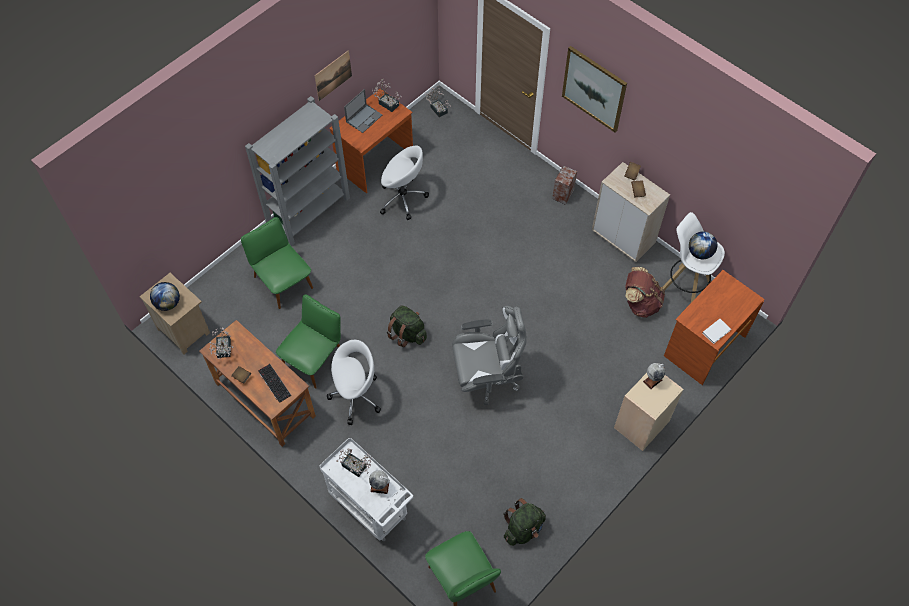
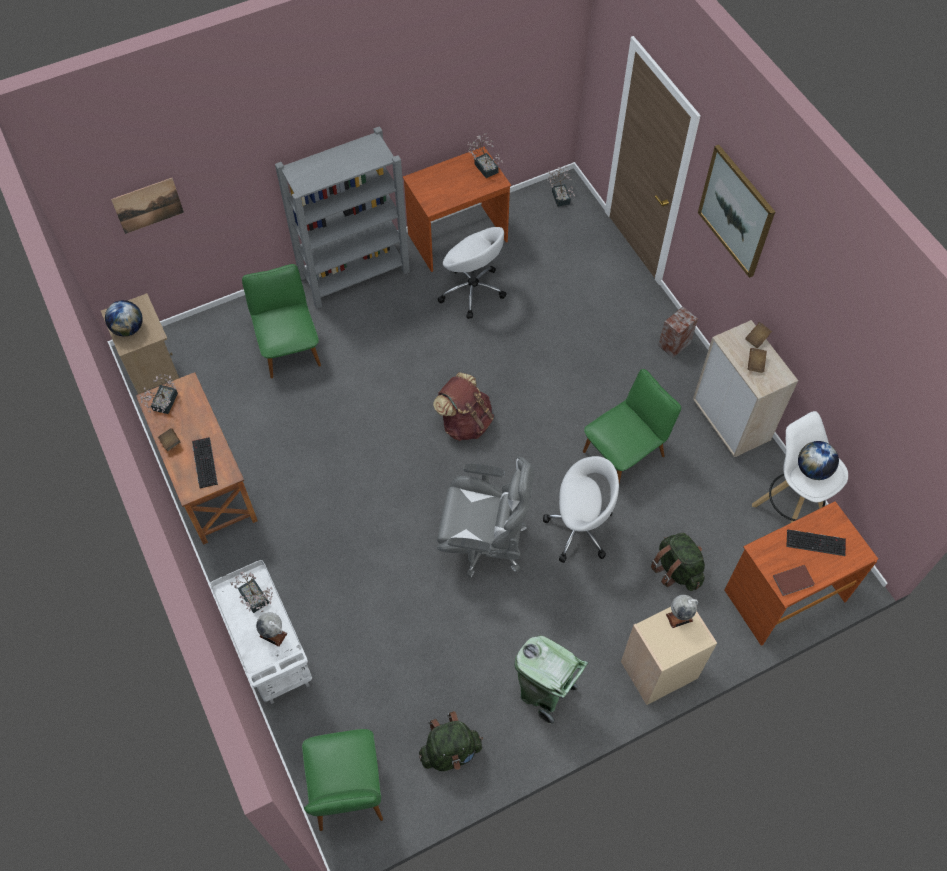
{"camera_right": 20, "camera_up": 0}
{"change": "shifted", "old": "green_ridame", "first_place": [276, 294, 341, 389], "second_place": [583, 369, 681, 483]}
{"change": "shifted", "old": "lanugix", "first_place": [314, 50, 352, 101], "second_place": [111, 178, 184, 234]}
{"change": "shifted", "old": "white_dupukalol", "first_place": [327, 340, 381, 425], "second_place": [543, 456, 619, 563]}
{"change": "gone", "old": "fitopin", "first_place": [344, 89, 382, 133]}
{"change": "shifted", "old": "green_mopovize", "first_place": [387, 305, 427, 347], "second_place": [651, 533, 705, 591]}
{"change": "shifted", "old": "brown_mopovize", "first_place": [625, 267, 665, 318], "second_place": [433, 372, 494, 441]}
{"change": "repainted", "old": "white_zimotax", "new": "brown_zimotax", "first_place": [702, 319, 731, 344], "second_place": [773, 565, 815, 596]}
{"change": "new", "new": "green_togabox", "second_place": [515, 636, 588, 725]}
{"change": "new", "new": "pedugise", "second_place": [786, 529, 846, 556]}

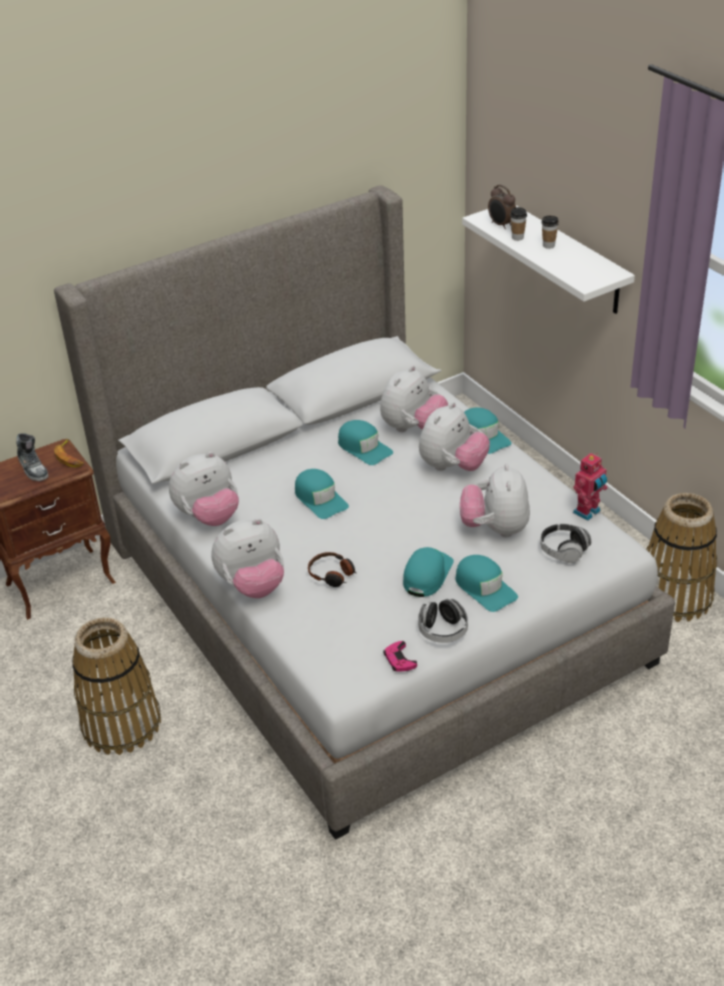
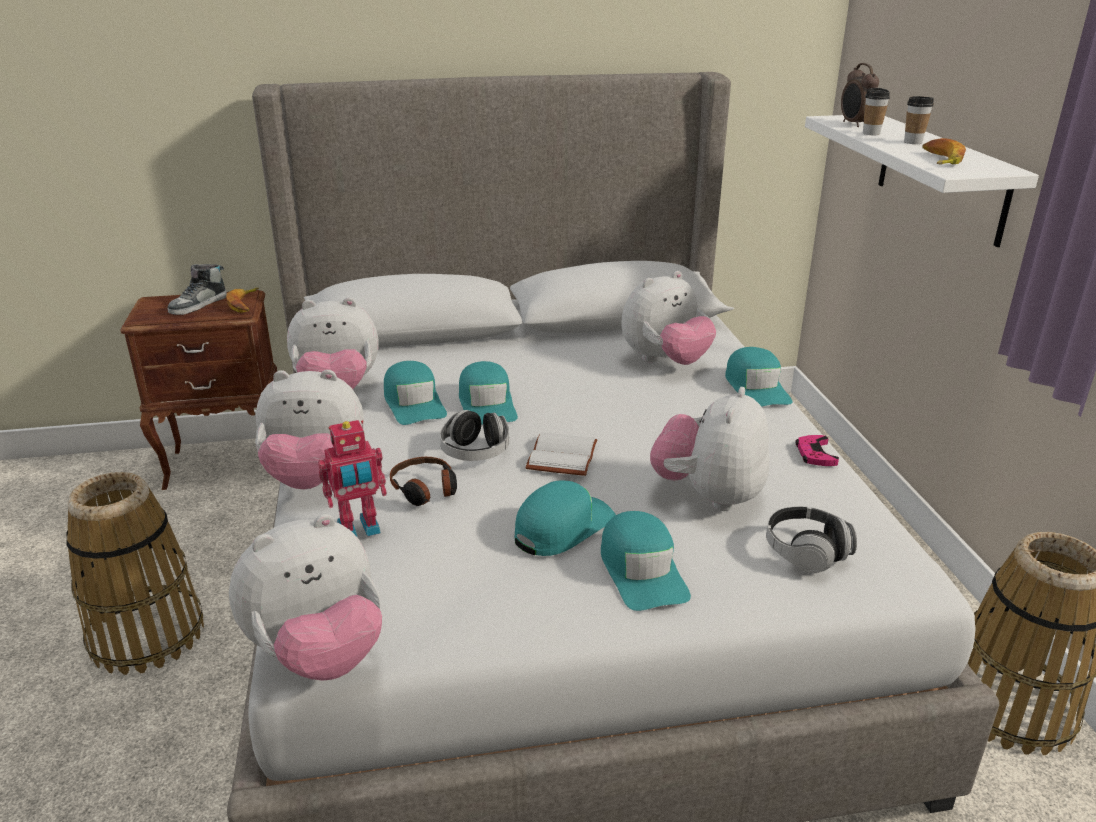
{"camera_right": 20, "camera_up": -10}
{"change": "rotated", "old": "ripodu", "first_place": [16, 433, 49, 481], "second_place": [168, 264, 227, 315], "degrees": 45}
{"change": "shifted", "old": "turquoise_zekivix", "first_place": [338, 420, 393, 465], "second_place": [384, 361, 447, 425]}
{"change": "shifted", "old": "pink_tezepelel", "first_place": [383, 641, 417, 672], "second_place": [795, 435, 839, 466]}
{"change": "shifted", "old": "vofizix", "first_place": [418, 599, 468, 643], "second_place": [440, 410, 509, 461]}
{"change": "shifted", "old": "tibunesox", "first_place": [419, 402, 490, 471], "second_place": [229, 514, 382, 680]}
{"change": "shifted", "old": "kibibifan", "first_place": [573, 453, 607, 521], "second_place": [318, 420, 387, 538]}
{"change": "new", "new": "white_zimotax", "second_place": [525, 432, 597, 476]}
{"change": "new", "new": "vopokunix", "second_place": [922, 138, 966, 165]}

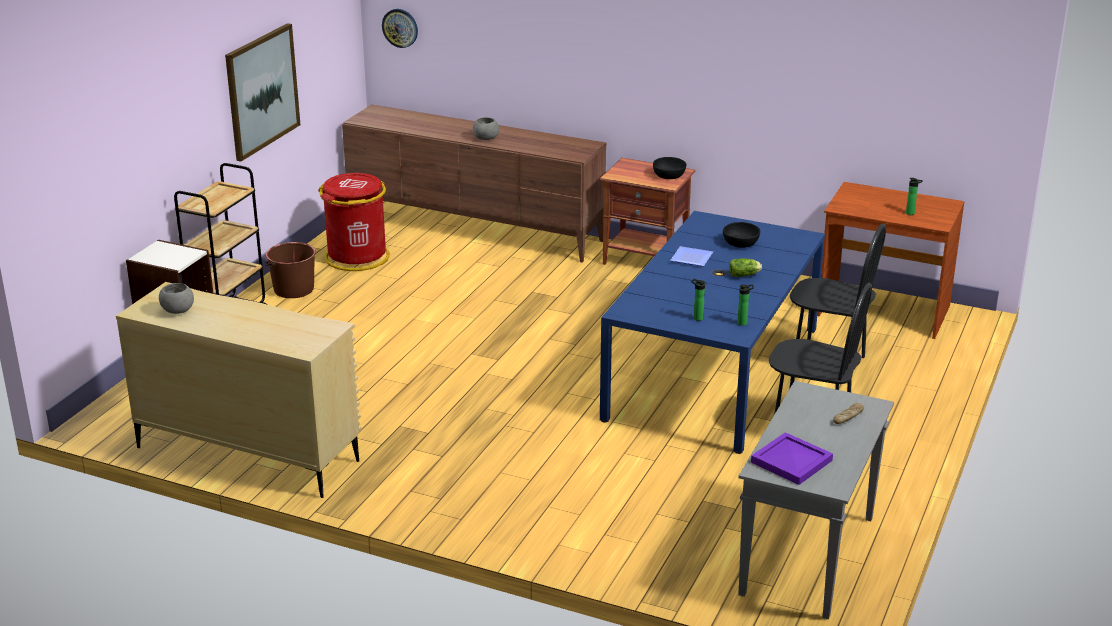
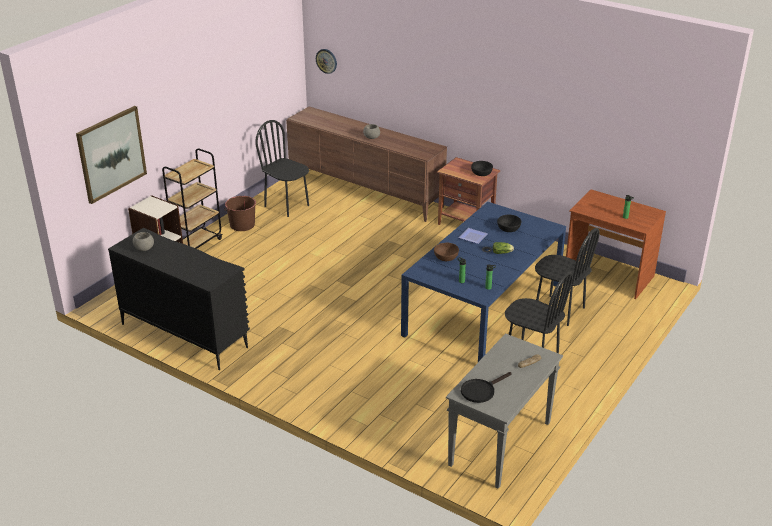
{"camera_right": 10, "camera_up": 5}
{"change": "repainted", "old": "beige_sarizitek", "new": "black_sarizitek", "first_place": [116, 282, 362, 498], "second_place": [108, 228, 250, 370]}
{"change": "shifted", "old": "lanugix", "first_place": [225, 23, 300, 162], "second_place": [76, 106, 147, 204]}
{"change": "swapped", "old": "red_togabox", "new": "black_ridame", "first_place": [318, 173, 390, 271], "second_place": [255, 120, 309, 217]}
{"change": "swapped", "old": "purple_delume", "new": "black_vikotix", "first_place": [751, 432, 833, 485], "second_place": [461, 372, 512, 403]}
{"change": "new", "new": "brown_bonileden", "second_place": [434, 243, 459, 261]}

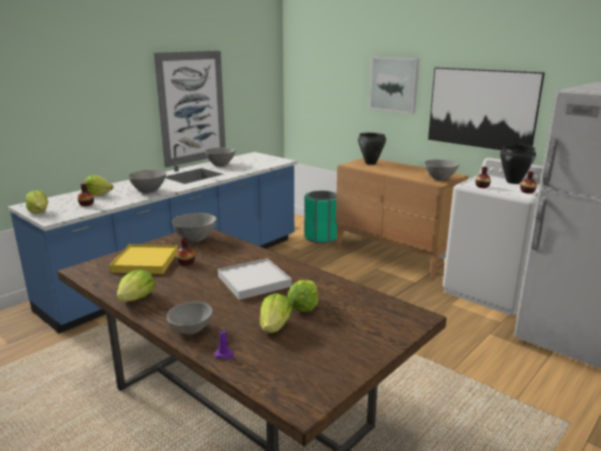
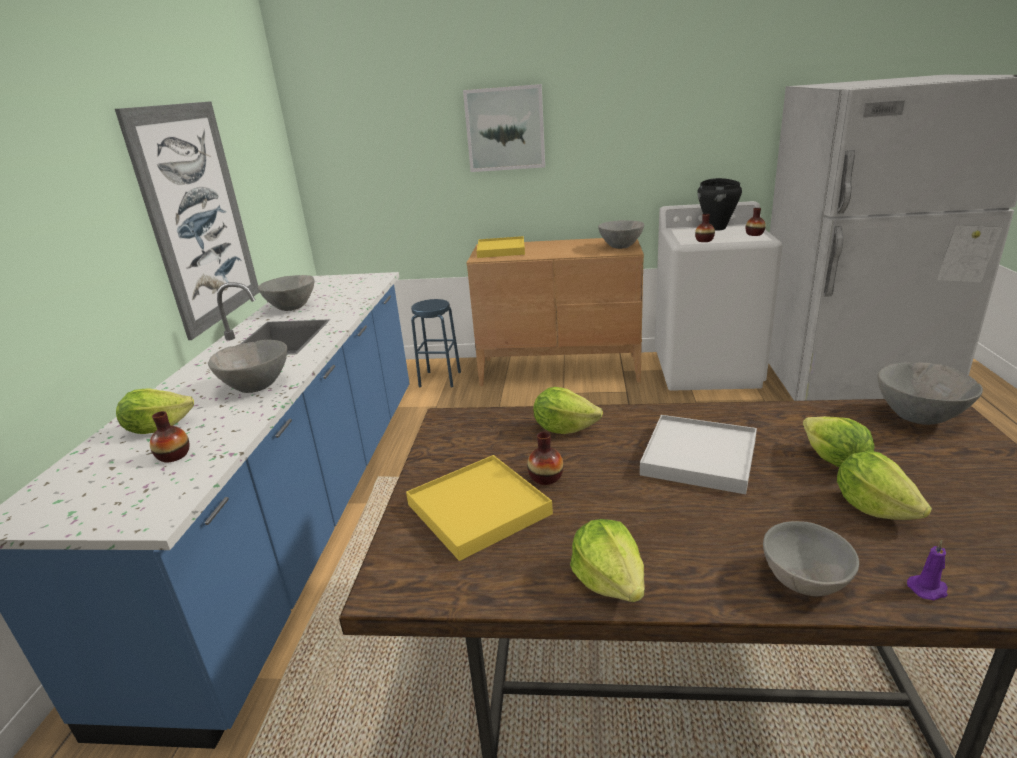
{"camera_right": -35, "camera_up": 5}
{"change": "shifted", "old": "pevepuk", "first_place": [25, 190, 48, 214], "second_place": [533, 387, 603, 434]}
{"change": "shifted", "old": "grey_bonileden", "first_place": [172, 213, 217, 242], "second_place": [877, 362, 983, 425]}
{"change": "swapped", "old": "green_togabox", "new": "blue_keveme", "first_place": [305, 190, 337, 244], "second_place": [411, 299, 461, 388]}
{"change": "swapped", "old": "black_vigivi", "new": "yellow_delume", "first_place": [358, 133, 386, 165], "second_place": [477, 236, 525, 258]}
{"change": "gone", "old": "lanugix", "first_place": [428, 67, 545, 150]}

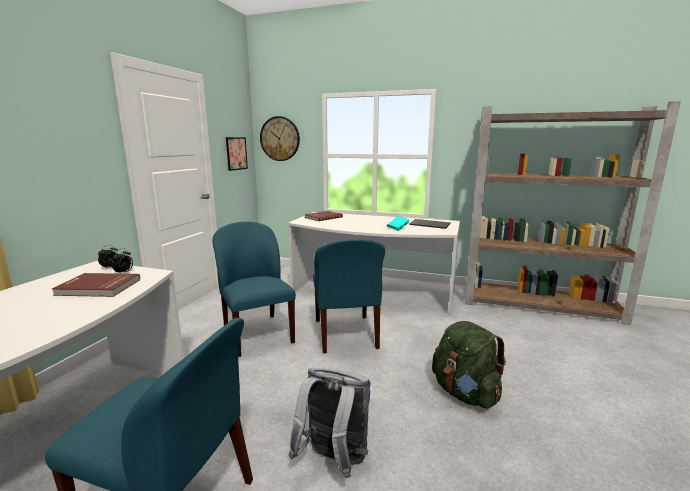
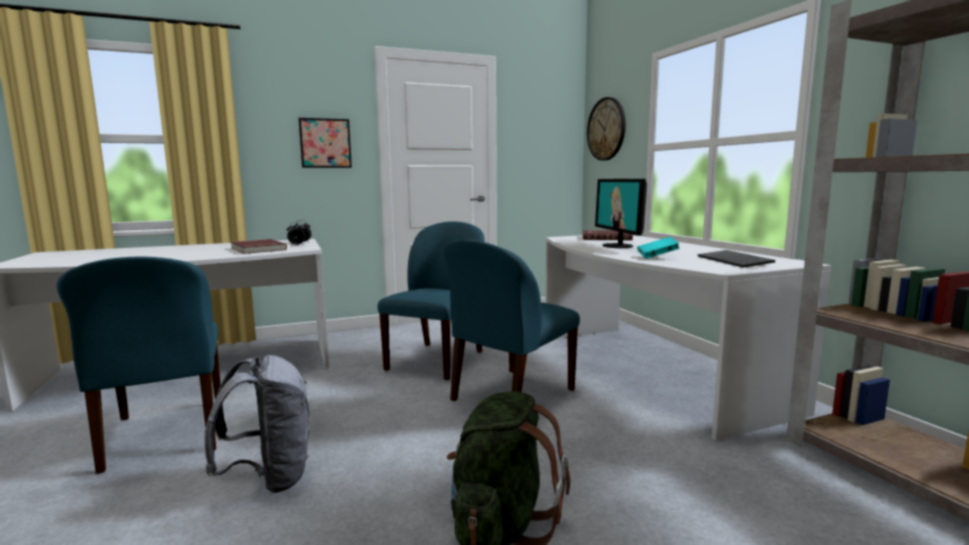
{"camera_right": 50, "camera_up": -5}
{"change": "shifted", "old": "lanugix", "first_place": [226, 137, 248, 171], "second_place": [299, 118, 352, 168]}
{"change": "new", "new": "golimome", "second_place": [595, 179, 647, 248]}

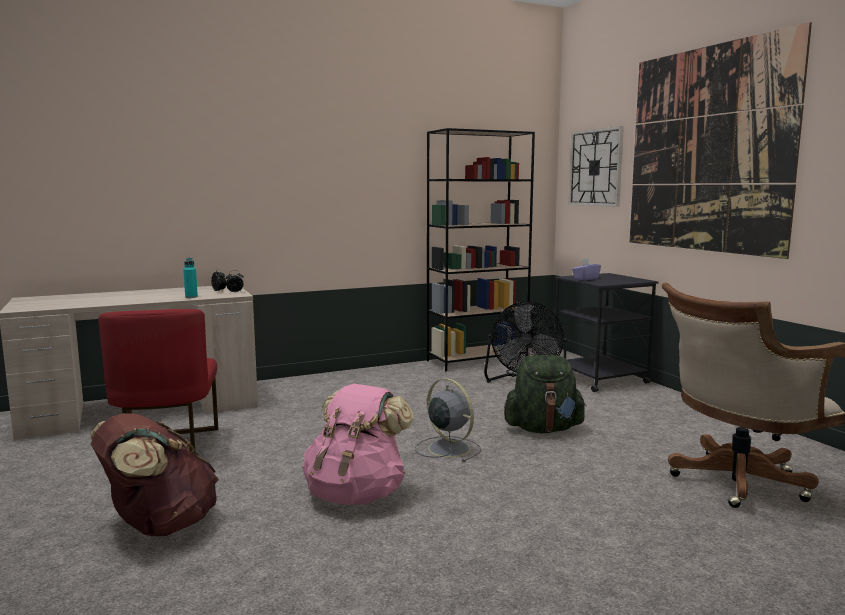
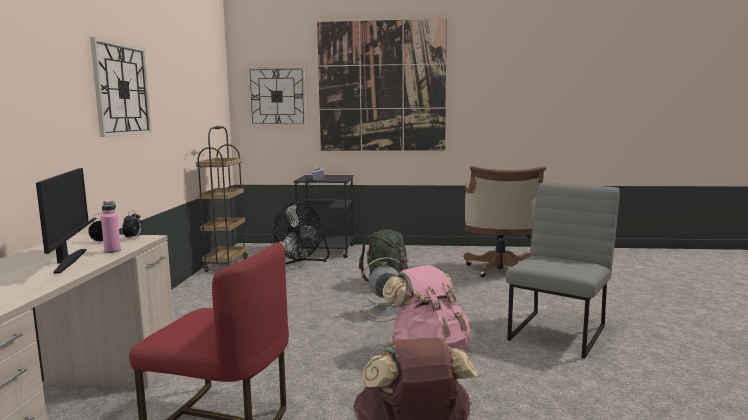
{"camera_right": -60, "camera_up": 0}
{"change": "repainted", "old": "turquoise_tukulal", "new": "pink_tukulal", "first_place": [183, 258, 198, 298], "second_place": [101, 201, 121, 253]}
{"change": "swapped", "old": "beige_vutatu", "new": "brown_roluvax", "first_place": [427, 128, 535, 371], "second_place": [196, 126, 248, 272]}
{"change": "new", "new": "golimome", "second_place": [36, 168, 89, 274]}
{"change": "new", "new": "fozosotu", "second_place": [90, 37, 152, 137]}
{"change": "new", "new": "grey_ridame", "second_place": [506, 183, 620, 358]}

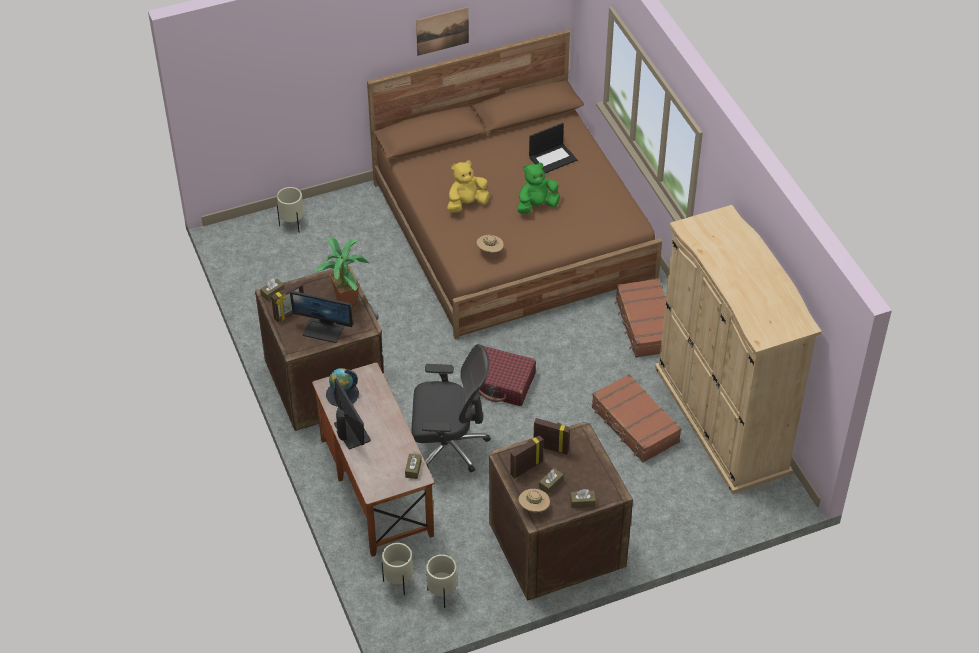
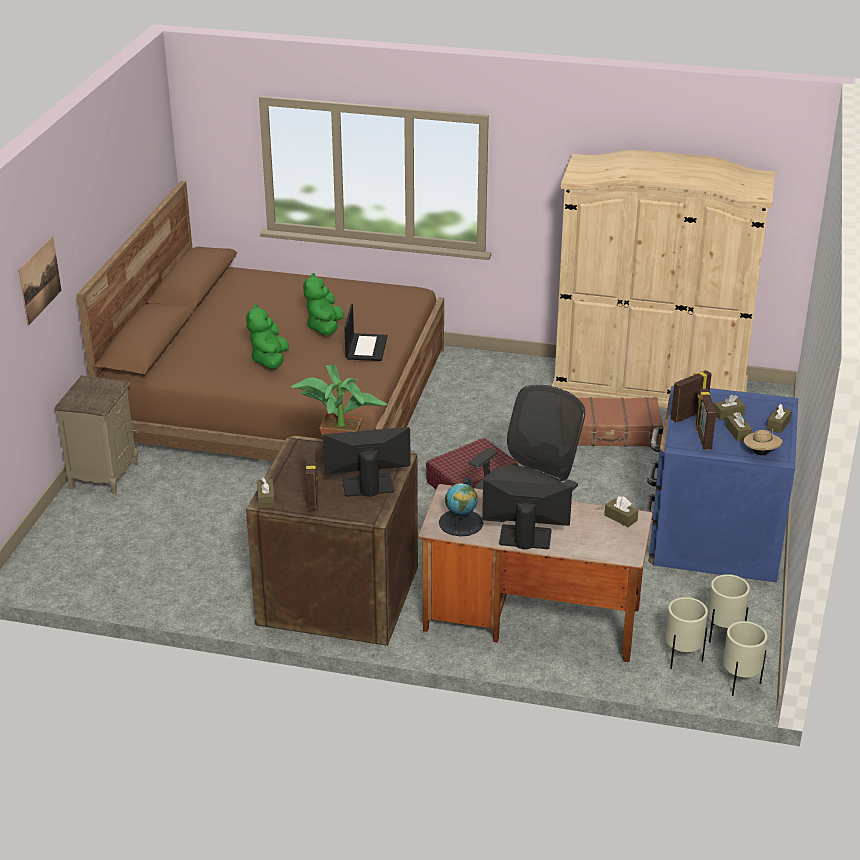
{"camera_right": -55, "camera_up": -15}
{"change": "shifted", "old": "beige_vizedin", "first_place": [277, 187, 304, 233], "second_place": [723, 621, 767, 696]}
{"change": "rotated", "old": "golimome", "first_place": [290, 291, 353, 343], "second_place": [323, 427, 411, 497], "degrees": -150}
{"change": "shifted", "old": "lanugix", "first_place": [416, 7, 469, 56], "second_place": [18, 237, 61, 326]}
{"change": "repainted", "old": "yellow_tibunesox", "new": "green_tibunesox", "first_place": [447, 160, 489, 212], "second_place": [246, 304, 289, 369]}
{"change": "gone", "old": "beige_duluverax", "first_place": [477, 235, 504, 253]}
{"change": "repainted", "old": "brown_sarizitek", "new": "blue_sarizitek", "first_place": [489, 422, 633, 601], "second_place": [645, 386, 798, 583]}
{"change": "shifted", "old": "fitopin", "first_place": [529, 123, 577, 173], "second_place": [344, 304, 387, 361]}
{"change": "gone", "old": "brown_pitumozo", "first_place": [615, 278, 666, 358]}
{"change": "new", "new": "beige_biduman", "second_place": [54, 375, 138, 495]}
{"change": "new", "new": "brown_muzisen", "second_place": [714, 394, 745, 420]}

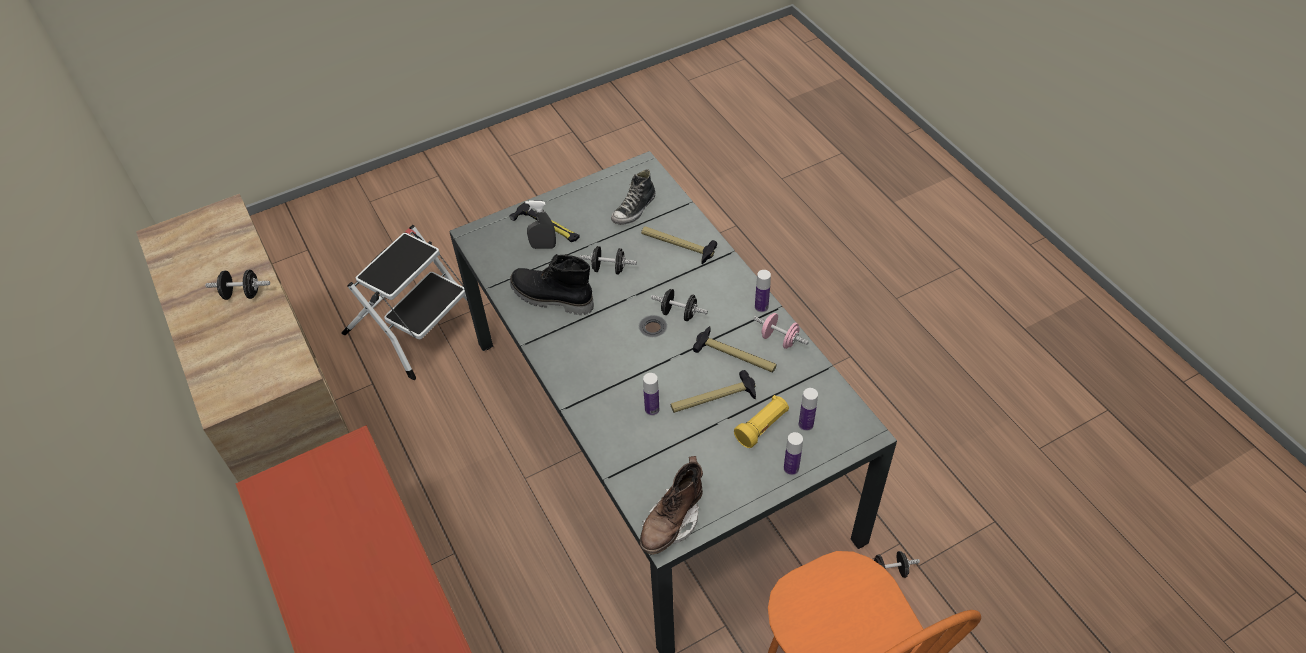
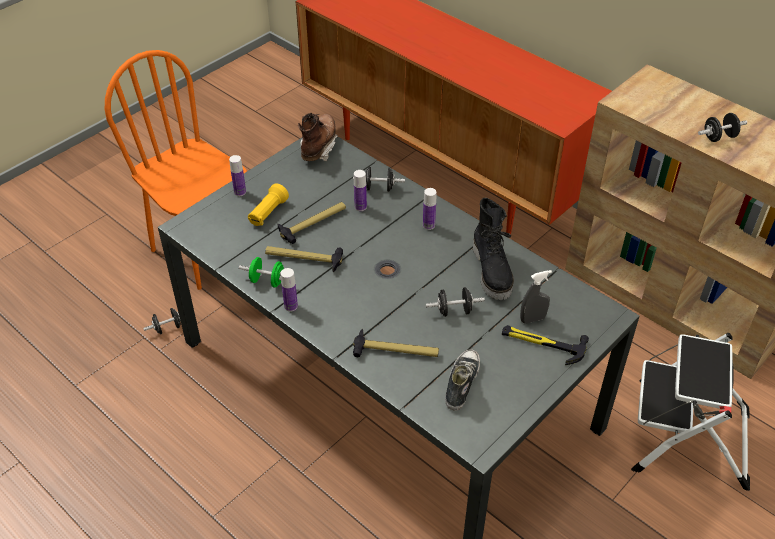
{"camera_right": 160, "camera_up": -5}
{"change": "rotated", "old": "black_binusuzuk", "first_place": [510, 254, 594, 315], "second_place": [473, 198, 514, 300], "degrees": 75}
{"change": "shifted", "old": "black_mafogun", "first_place": [651, 289, 708, 321], "second_place": [353, 167, 405, 192]}
{"change": "repainted", "old": "pink_mafogun", "new": "green_mafogun", "first_place": [753, 313, 809, 349], "second_place": [239, 257, 284, 288]}
{"change": "shifted", "old": "tukulal", "first_place": [799, 388, 818, 431], "second_place": [423, 188, 436, 230]}

